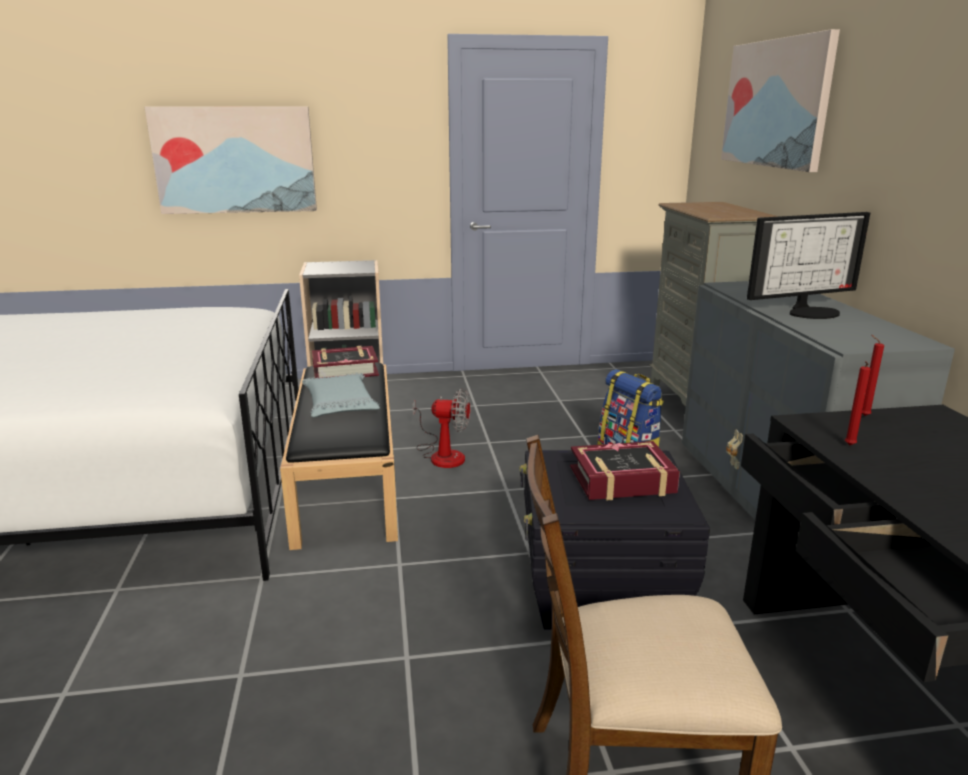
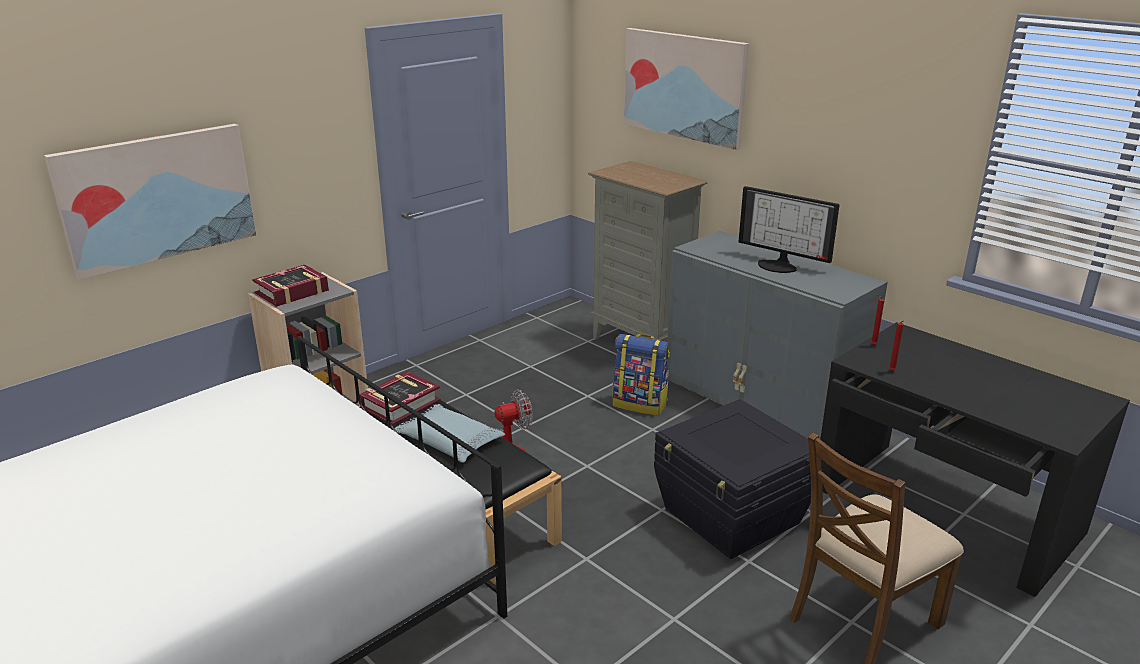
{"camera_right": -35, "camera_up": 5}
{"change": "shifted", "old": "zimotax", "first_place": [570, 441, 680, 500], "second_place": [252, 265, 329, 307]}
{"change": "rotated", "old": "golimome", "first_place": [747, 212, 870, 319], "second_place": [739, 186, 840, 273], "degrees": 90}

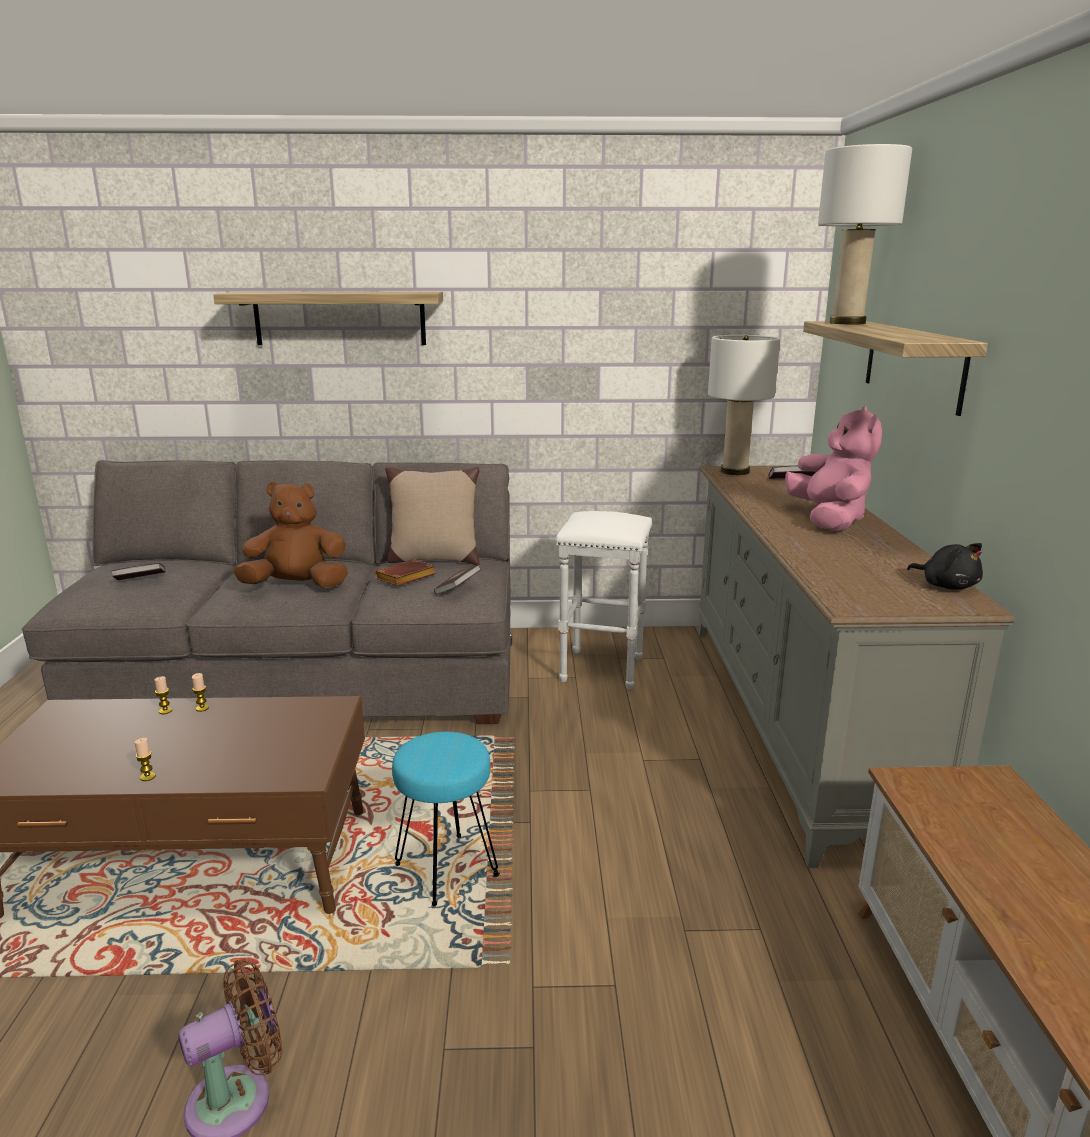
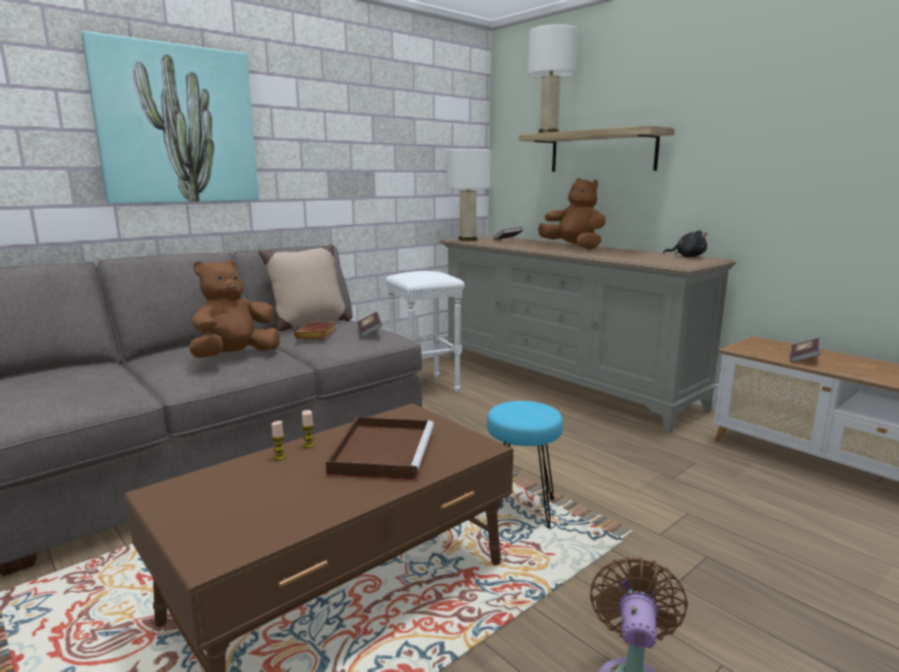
{"camera_right": -40, "camera_up": -5}
{"change": "shifted", "old": "zimotax", "first_place": [112, 563, 166, 580], "second_place": [790, 338, 821, 362]}
{"change": "gone", "old": "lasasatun", "first_place": [135, 738, 156, 781]}
{"change": "swapped", "old": "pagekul", "new": "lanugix", "first_place": [213, 292, 443, 345], "second_place": [81, 31, 259, 204]}
{"change": "repainted", "old": "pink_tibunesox", "new": "brown_tibunesox", "first_place": [785, 406, 882, 531], "second_place": [538, 178, 606, 249]}
{"change": "new", "new": "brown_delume", "second_place": [326, 417, 434, 481]}

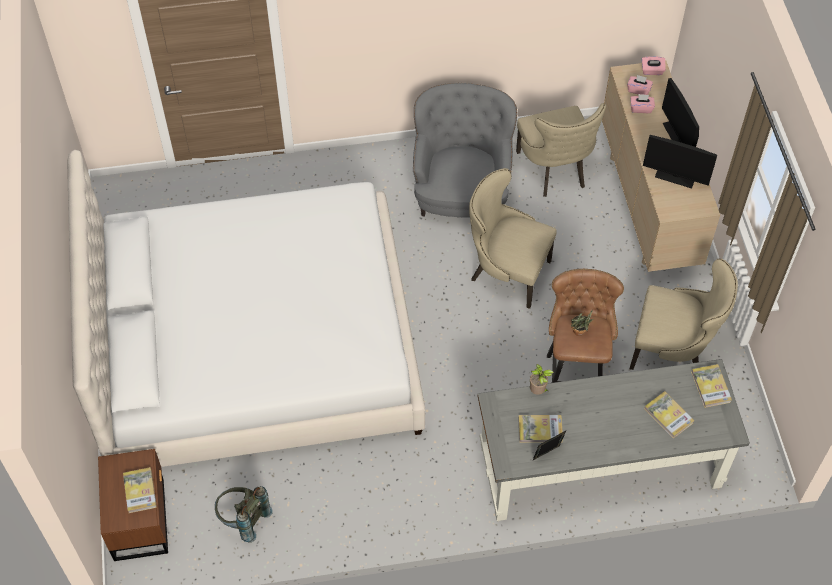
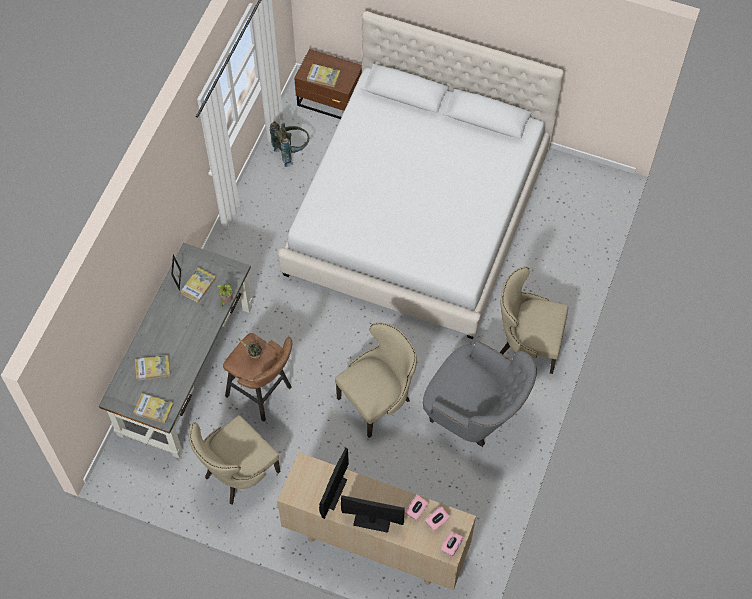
{"camera_right": 120, "camera_up": 5}
{"change": "shifted", "old": "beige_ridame", "first_place": [516, 103, 606, 197], "second_place": [500, 266, 568, 374]}
{"change": "rotated", "old": "golimome", "first_place": [643, 135, 717, 188], "second_place": [319, 448, 349, 519], "degrees": 150}

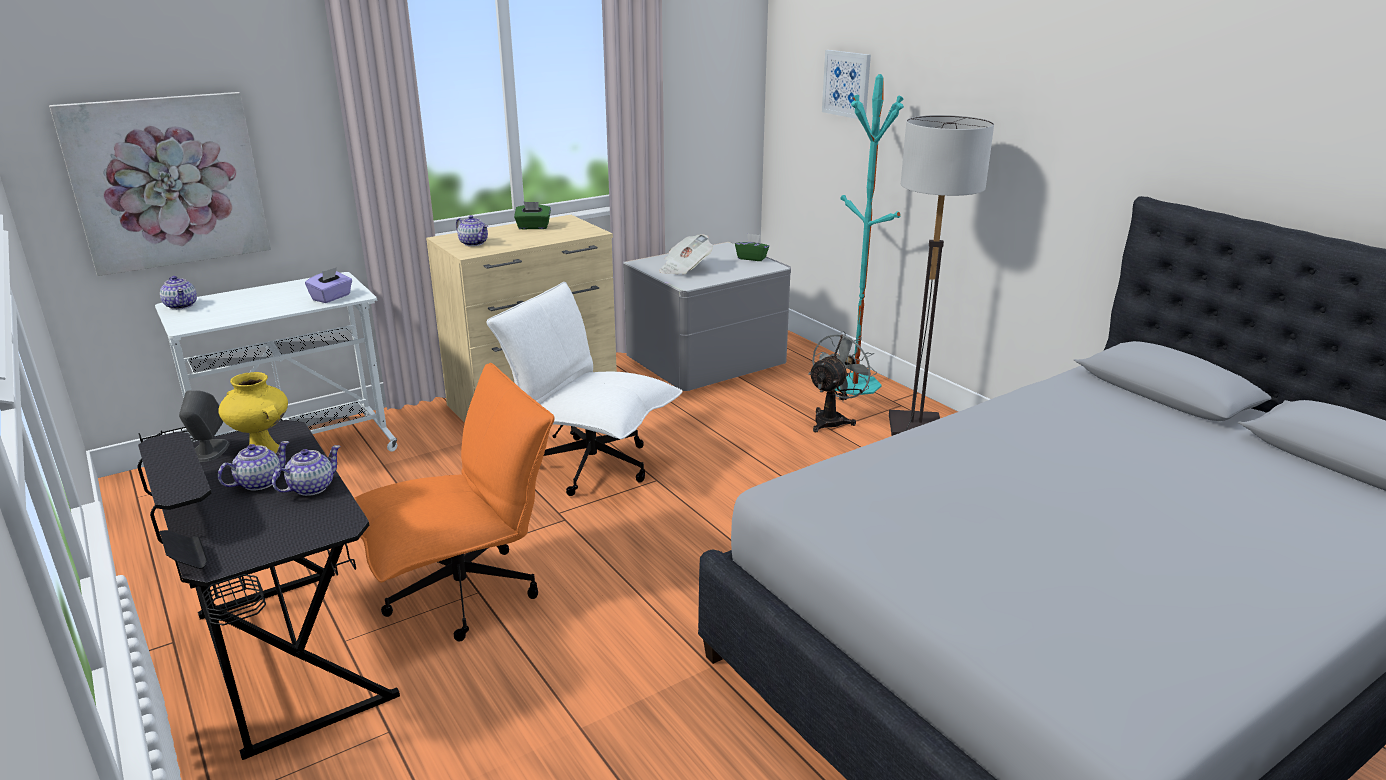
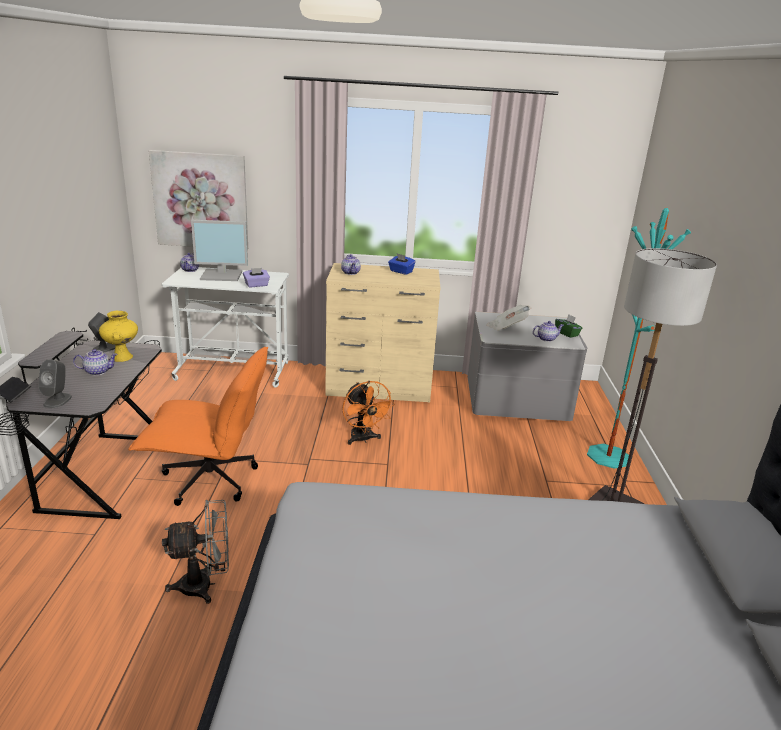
{"camera_right": 35, "camera_up": 0}
{"change": "shifted", "old": "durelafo", "first_place": [272, 445, 341, 496], "second_place": [533, 321, 564, 342]}
{"change": "swapped", "old": "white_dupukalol", "new": "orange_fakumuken", "first_place": [486, 282, 683, 496], "second_place": [342, 381, 395, 445]}
{"change": "repainted", "old": "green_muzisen", "new": "blue_muzisen", "first_place": [514, 202, 551, 229], "second_place": [388, 253, 415, 275]}
{"change": "shifted", "old": "grey_fakumuken", "first_place": [808, 331, 877, 432], "second_place": [162, 500, 229, 604]}
{"change": "gone", "old": "lanugix", "first_place": [822, 50, 871, 119]}
{"change": "new", "new": "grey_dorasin", "second_place": [38, 359, 72, 408]}
{"change": "new", "new": "golimome", "second_place": [191, 220, 248, 281]}

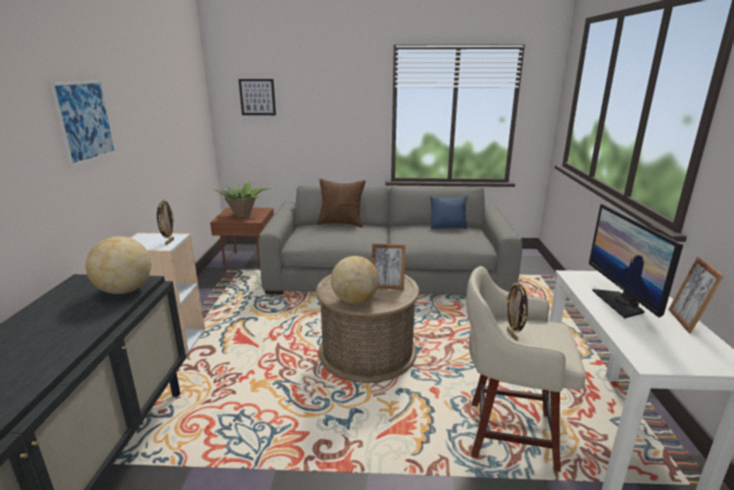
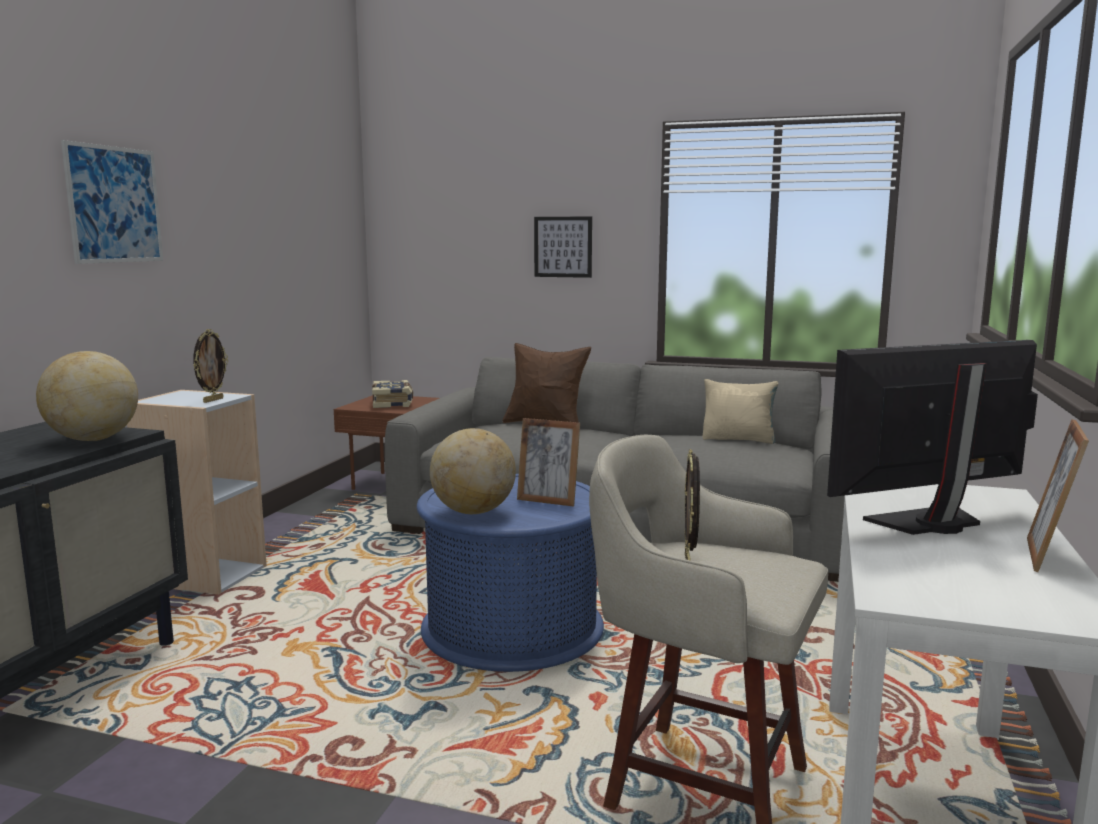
{"camera_right": 15, "camera_up": -10}
{"change": "swapped", "old": "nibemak", "new": "zimotax", "first_place": [212, 180, 271, 217], "second_place": [372, 380, 413, 408]}
{"change": "shifted", "old": "lanugix", "first_place": [238, 79, 276, 115], "second_place": [534, 216, 592, 278]}
{"change": "repainted", "old": "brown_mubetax", "new": "blue_mubetax", "first_place": [316, 274, 420, 383], "second_place": [417, 474, 604, 672]}
{"change": "repainted", "old": "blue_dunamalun", "new": "beige_dunamalun", "first_place": [430, 195, 468, 229], "second_place": [702, 379, 778, 444]}
{"change": "rotated", "old": "golimome", "first_place": [589, 204, 683, 318], "second_place": [827, 340, 1038, 535], "degrees": 60}

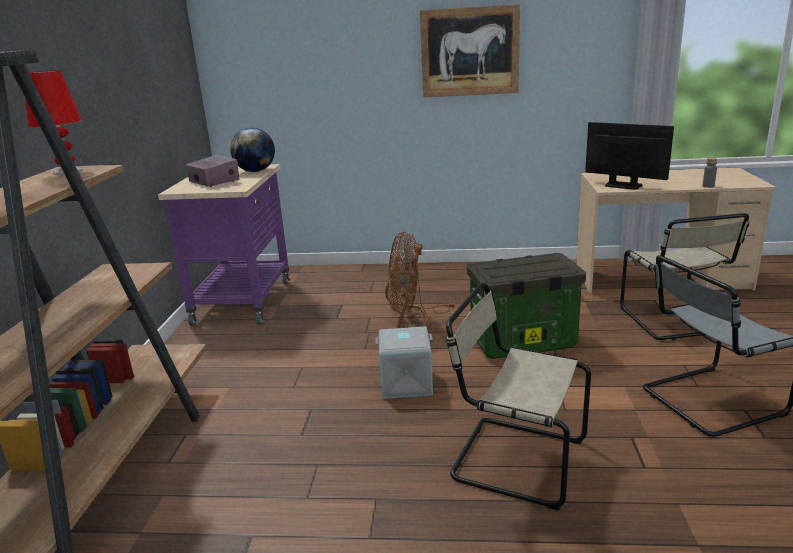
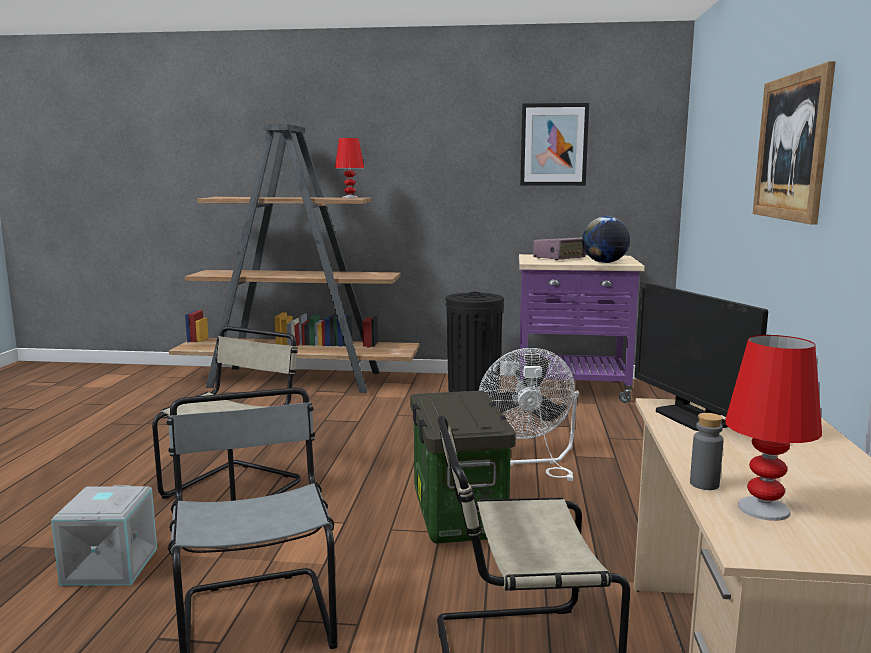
{"camera_right": 90, "camera_up": -10}
{"change": "shifted", "old": "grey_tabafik", "first_place": [375, 327, 433, 399], "second_place": [51, 485, 157, 586]}
{"change": "repainted", "old": "brown_fakumuken", "new": "white_fakumuken", "first_place": [385, 231, 456, 329], "second_place": [479, 348, 579, 481]}
{"change": "rotated", "old": "golimome", "first_place": [585, 122, 674, 190], "second_place": [635, 282, 768, 431], "degrees": 120}
{"change": "new", "new": "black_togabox", "second_place": [446, 292, 504, 397]}
{"change": "new", "new": "lanugix", "second_place": [520, 103, 589, 186]}
{"change": "new", "new": "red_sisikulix", "second_place": [725, 335, 822, 521]}

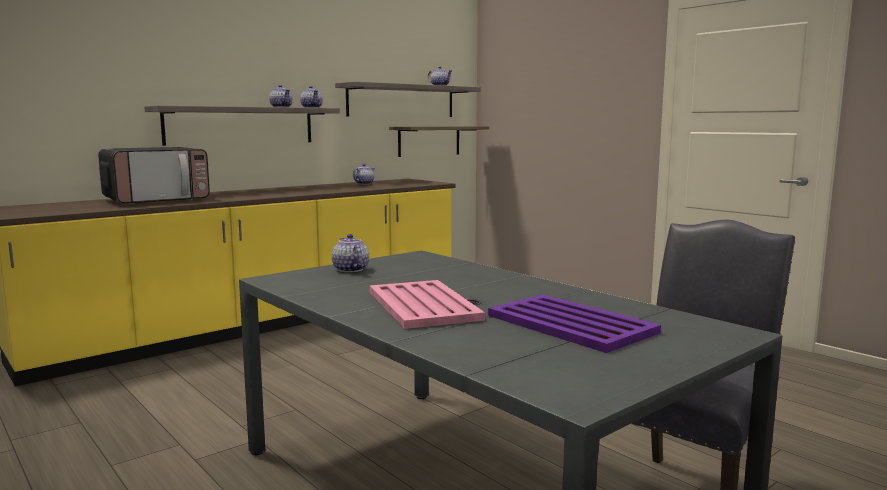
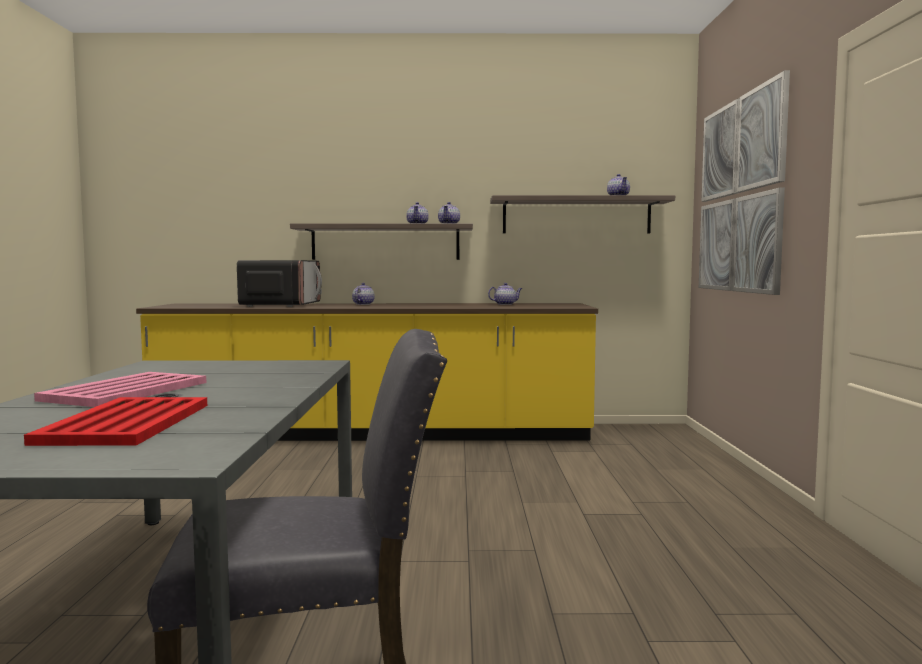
{"camera_right": 40, "camera_up": -5}
{"change": "rotated", "old": "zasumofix", "first_place": [98, 147, 210, 204], "second_place": [237, 260, 322, 307], "degrees": -90}
{"change": "shifted", "old": "durelafo", "first_place": [332, 234, 369, 272], "second_place": [352, 283, 374, 305]}
{"change": "gone", "old": "pagekul", "first_place": [389, 126, 489, 157]}
{"change": "repainted", "old": "purple_delume", "new": "red_delume", "first_place": [488, 295, 661, 353], "second_place": [24, 397, 207, 446]}
{"change": "new", "new": "lanugix", "second_place": [699, 70, 790, 295]}

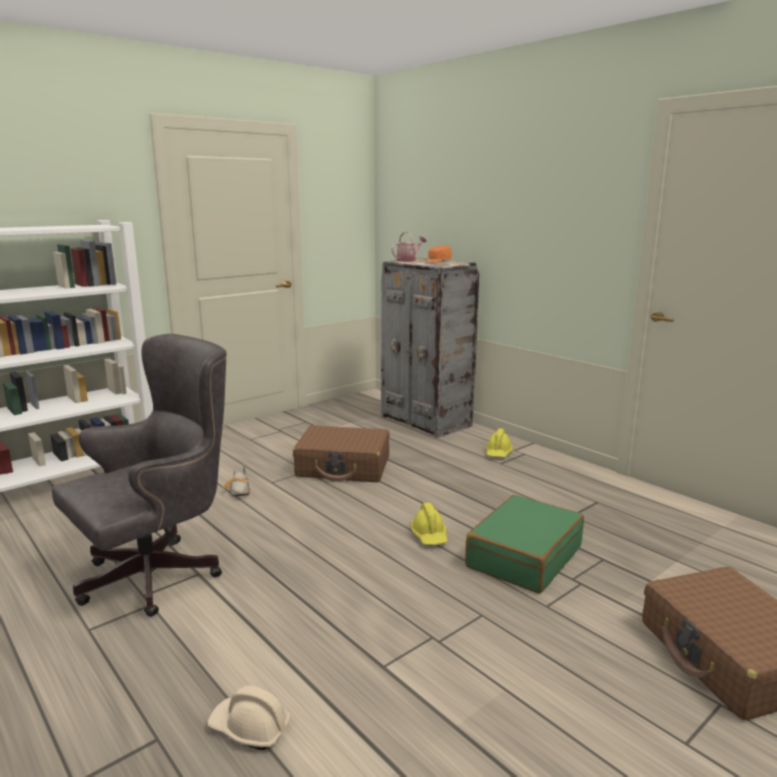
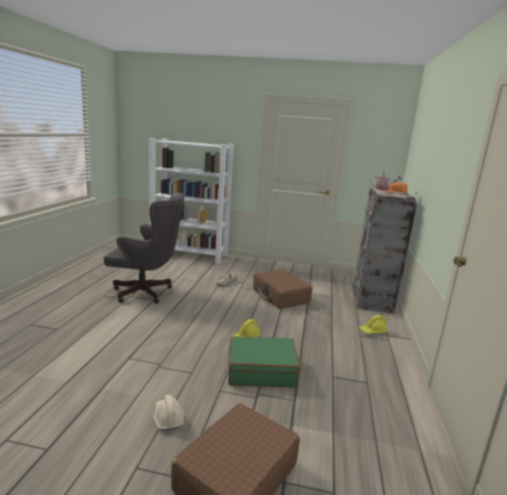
{"camera_right": 50, "camera_up": 0}
{"change": "shifted", "old": "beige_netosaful", "first_place": [207, 685, 290, 750], "second_place": [154, 394, 184, 430]}

